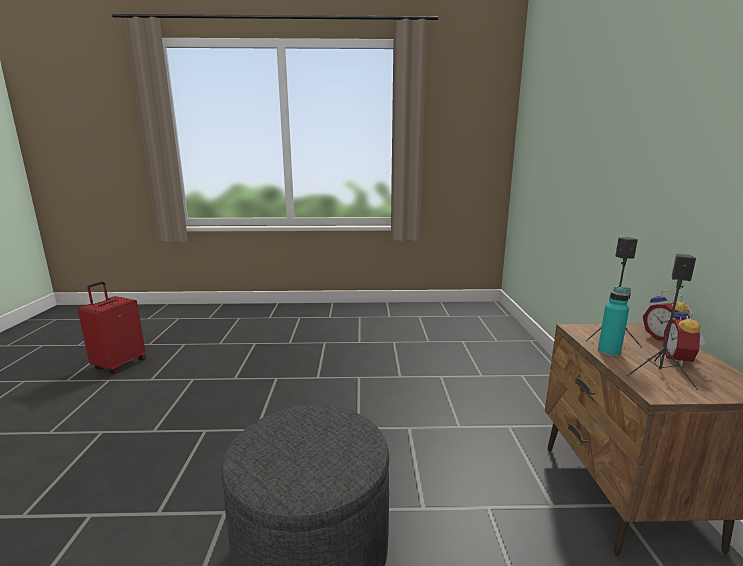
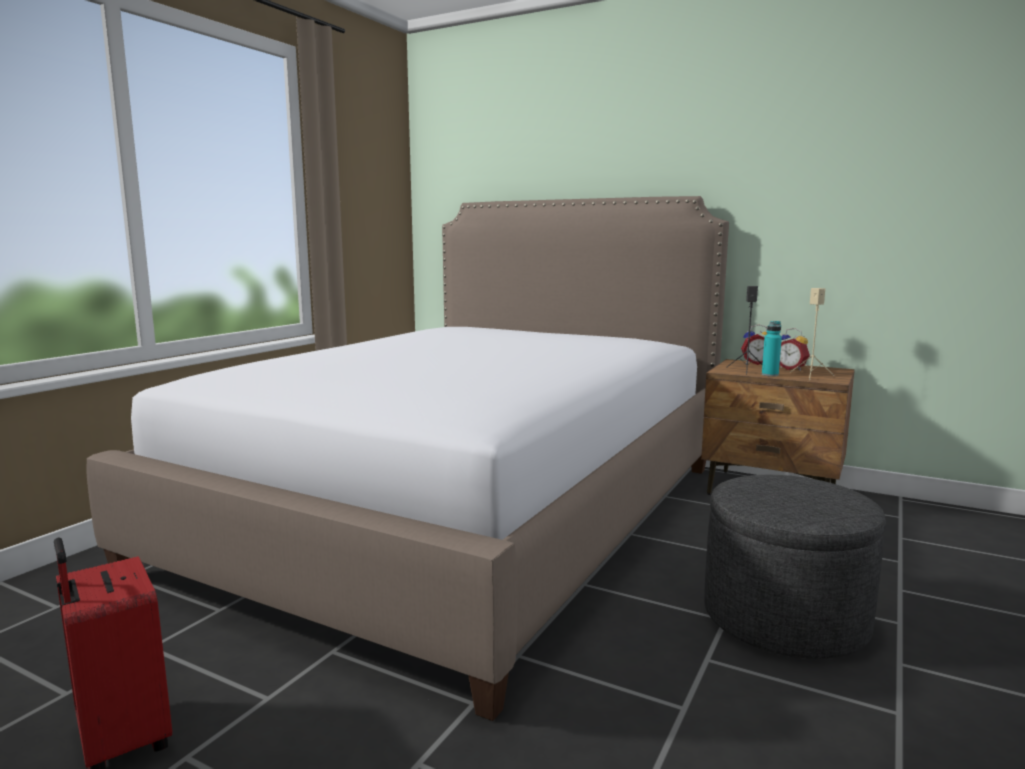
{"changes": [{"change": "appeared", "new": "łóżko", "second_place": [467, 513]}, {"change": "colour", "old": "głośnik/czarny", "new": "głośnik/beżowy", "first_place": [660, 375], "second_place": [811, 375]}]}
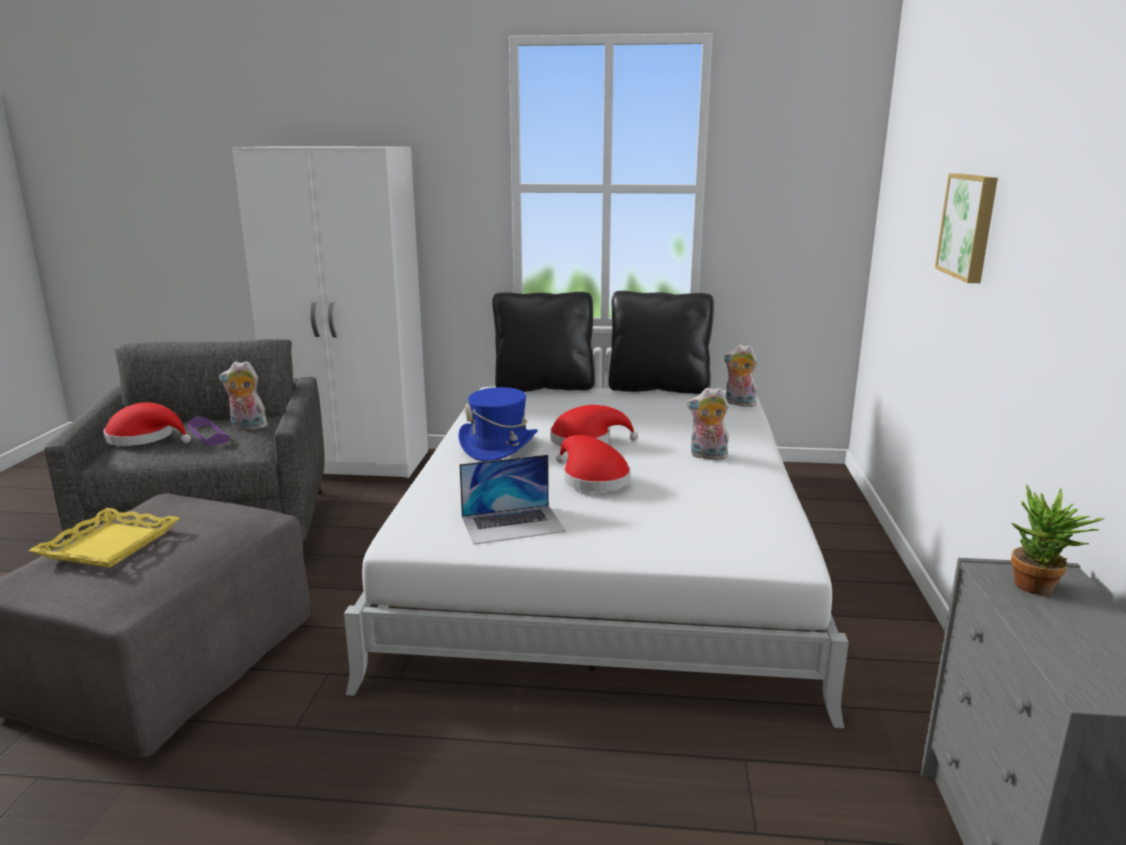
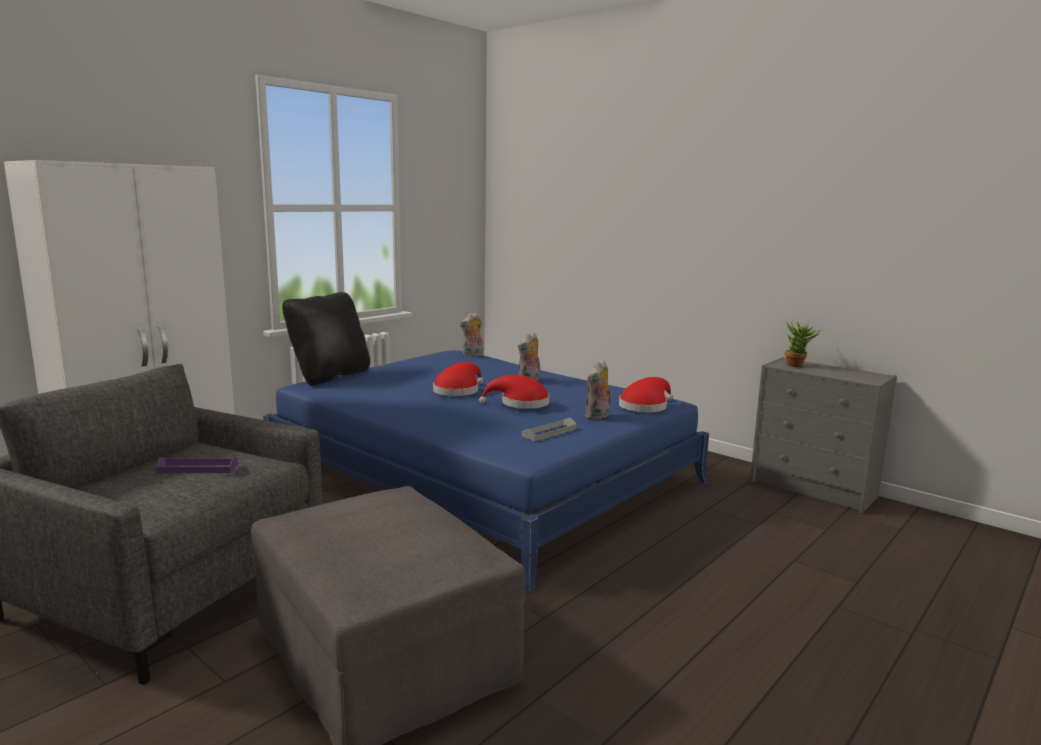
{"changes": [{"change": "missing", "old": "taca/żółty", "first_place": [109, 545]}, {"change": "missing", "old": "kapelusz/niebieski", "first_place": [498, 446]}, {"change": "missing", "old": "poduszka/czarny", "first_place": [658, 388]}, {"change": "missing", "old": "obraz", "first_place": [970, 226]}, {"change": "relocated", "old": "kapelusz/czerwony", "first_place": [145, 438], "second_place": [645, 406]}, {"change": "relocated", "old": "pluszak", "first_place": [247, 427], "second_place": [598, 417]}, {"change": "exchanged", "old": "laptop", "new": "taca/szary", "first_place": [513, 524], "second_place": [549, 432]}, {"change": "colour", "old": "łóżko/biały", "new": "łóżko/niebieski", "first_place": [604, 555], "second_place": [481, 473]}]}
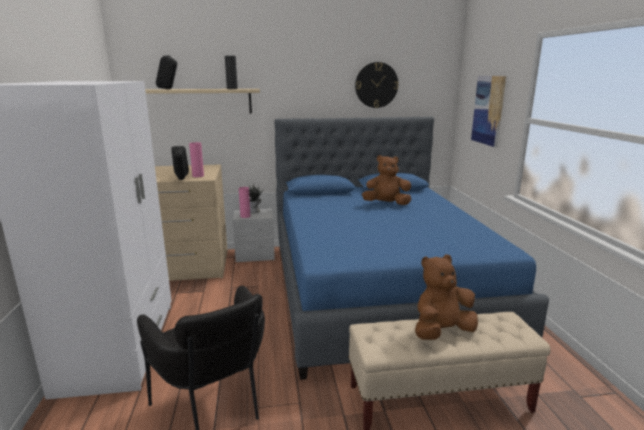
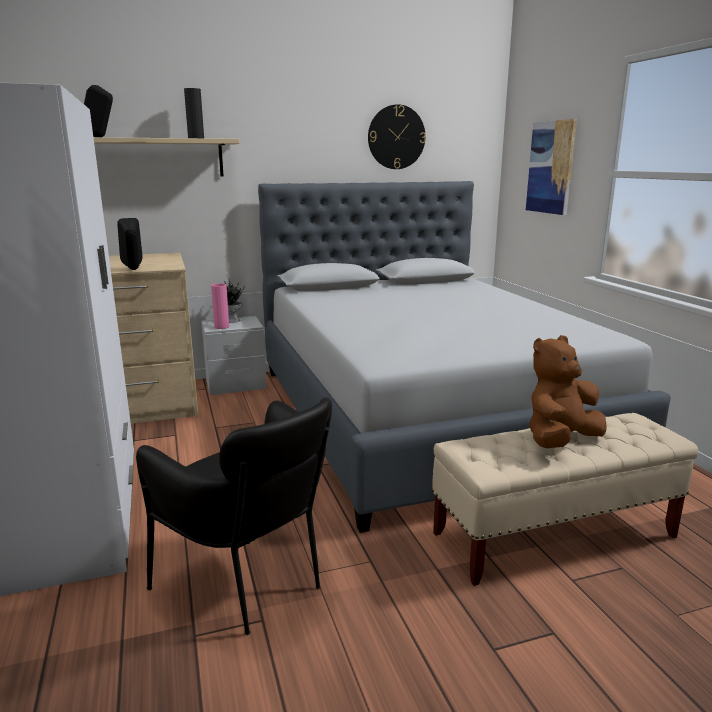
{"changes": [{"change": "missing", "old": "wazon/różowy", "first_place": [198, 176]}, {"change": "missing", "old": "pluszak/brązowy", "first_place": [386, 204]}, {"change": "colour", "old": "łóżko/niebieski", "new": "łóżko/szary", "first_place": [378, 290], "second_place": [425, 415]}]}
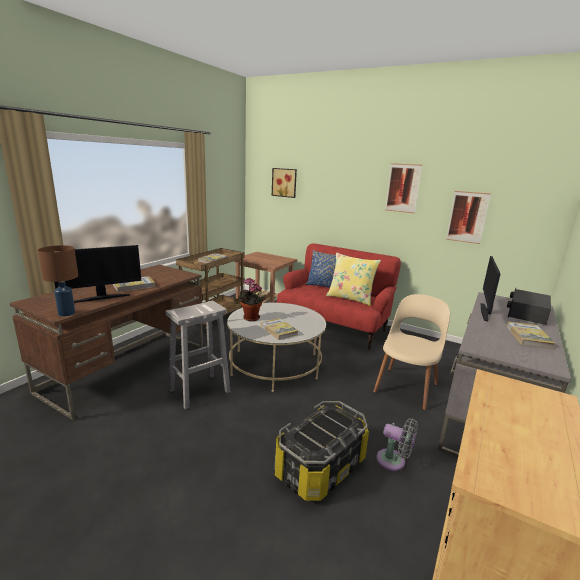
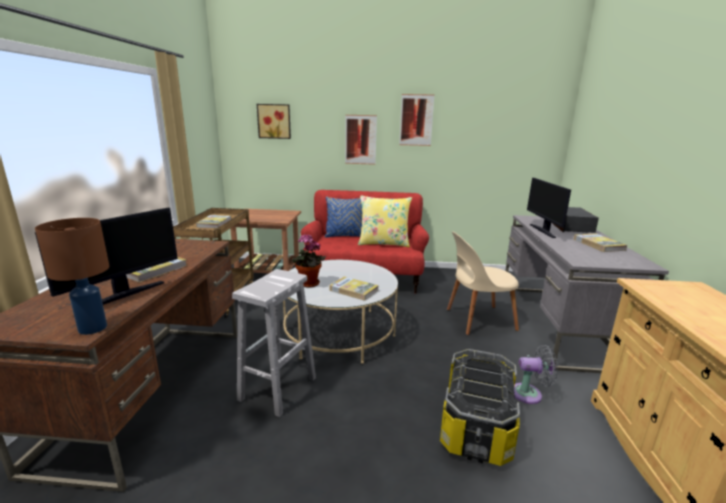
{"changes": [{"change": "relocated", "old": "obraz", "first_place": [467, 217], "second_place": [360, 139]}, {"change": "spun", "old": "krzesło/beżowy", "first_place": [407, 386], "second_place": [477, 320], "degrees": -105}]}
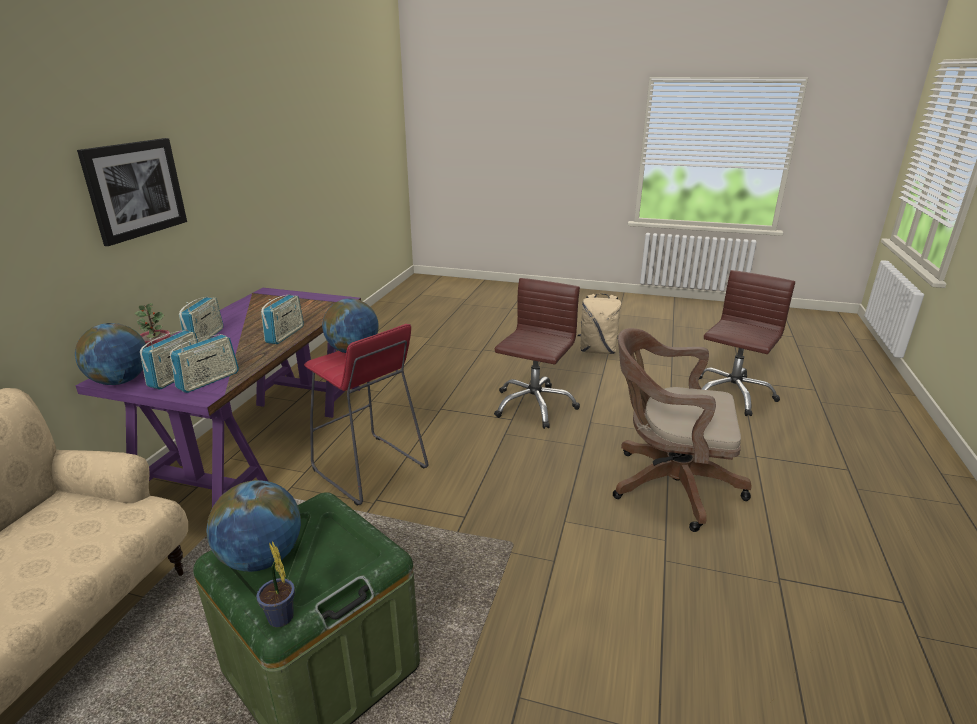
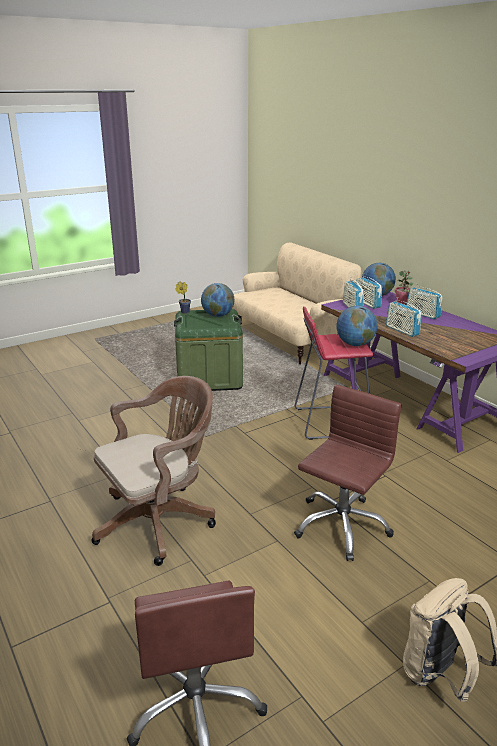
{"changes": [{"change": "missing", "old": "obraz", "first_place": [135, 189]}, {"change": "spun", "old": "krzesło biurowe/brązowy", "first_place": [533, 405], "second_place": [341, 525], "degrees": -120}]}
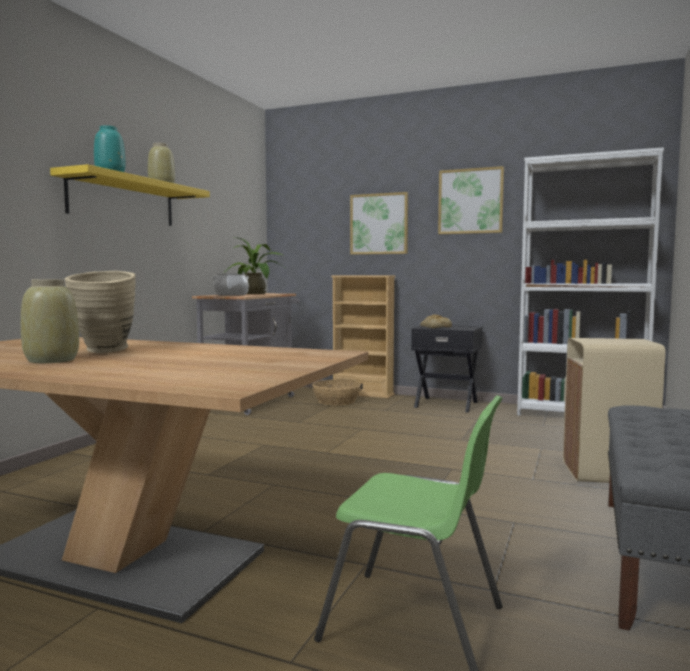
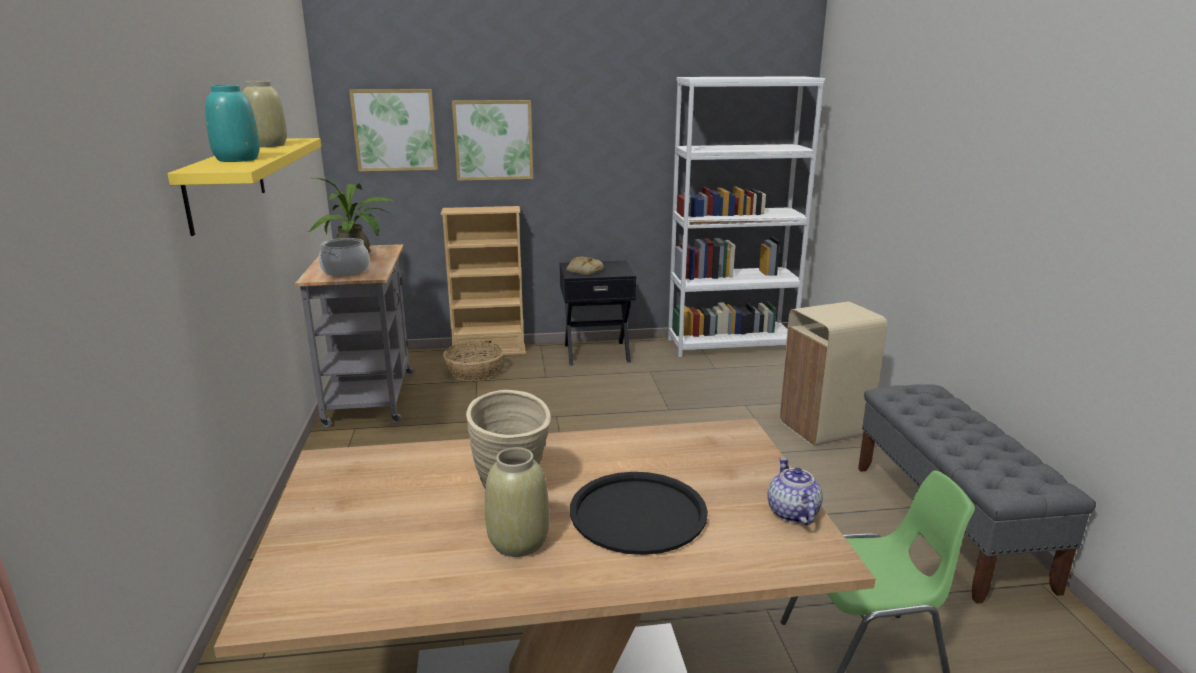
{"changes": [{"change": "appeared", "new": "taca/czarny", "second_place": [638, 513]}, {"change": "appeared", "new": "imbryk", "second_place": [792, 513]}, {"change": "relocated", "old": "obraz", "first_place": [470, 201], "second_place": [395, 130]}]}
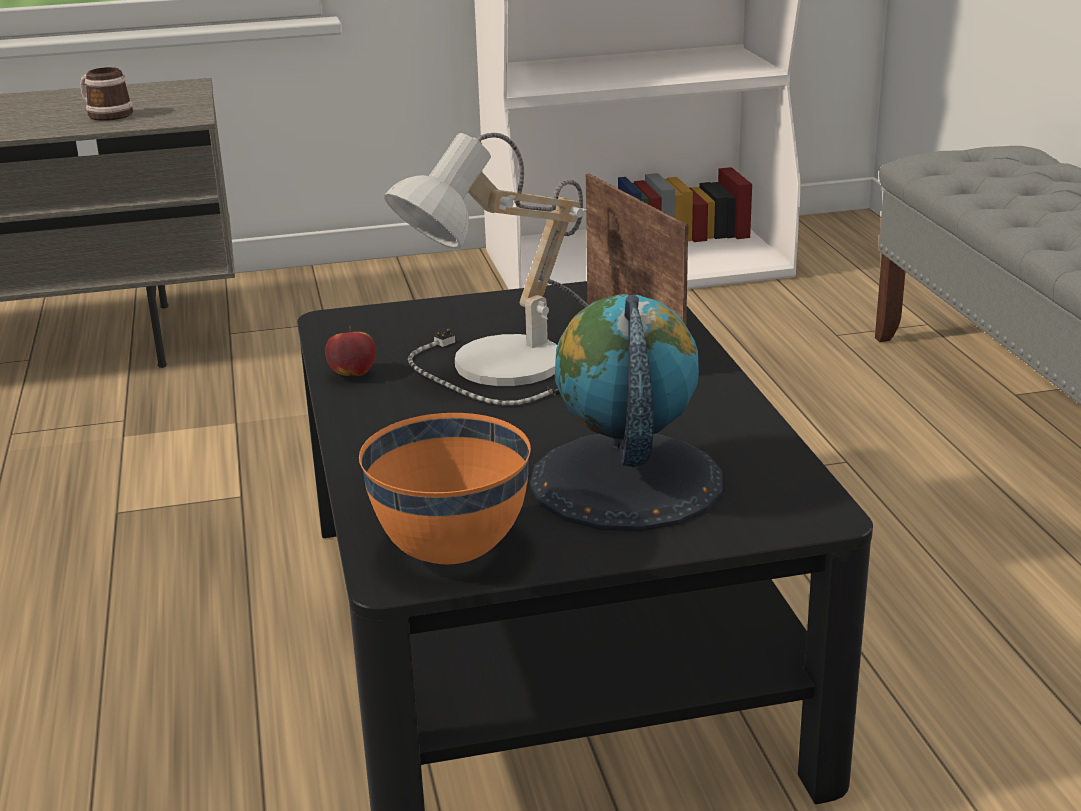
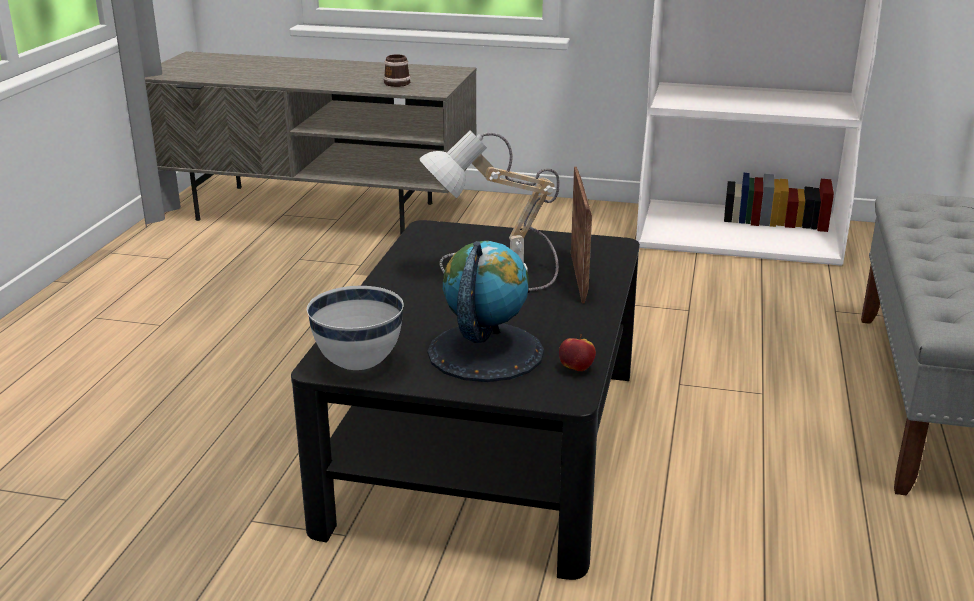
{"changes": [{"change": "relocated", "old": "jabłko", "first_place": [352, 374], "second_place": [576, 369]}, {"change": "colour", "old": "miska/pomarańczowy", "new": "miska/biały", "first_place": [452, 553], "second_place": [358, 365]}]}
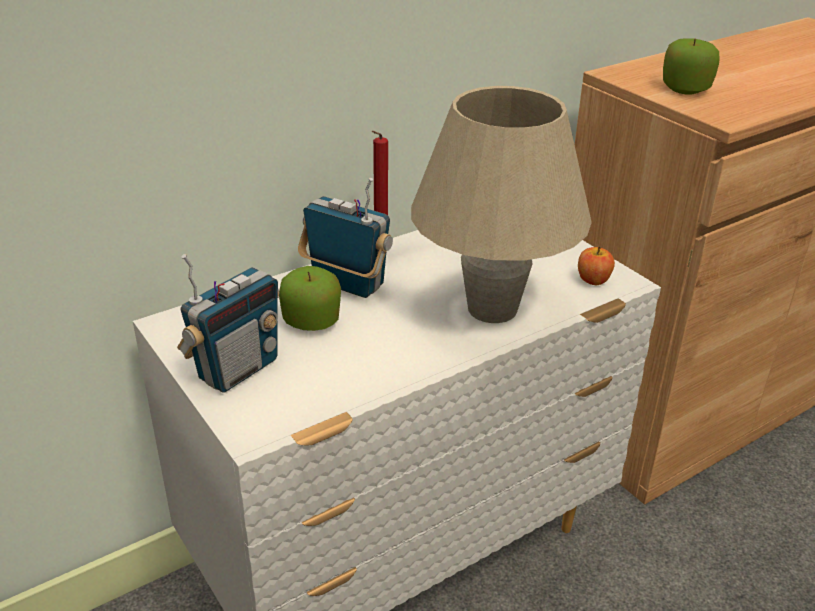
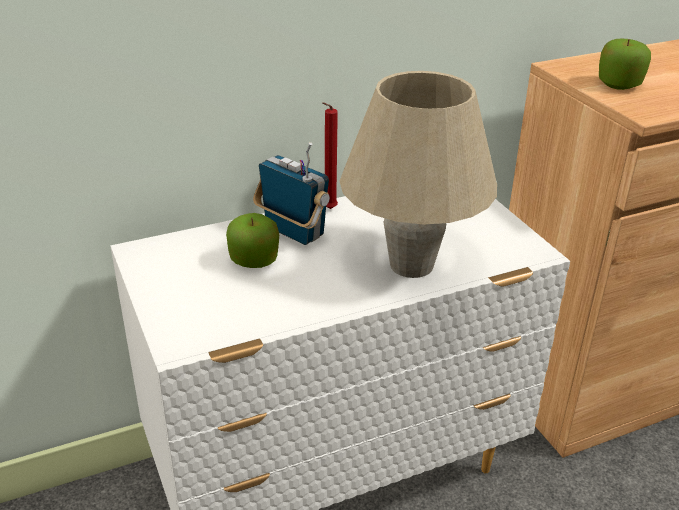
{"changes": [{"change": "missing", "old": "radio", "first_place": [237, 369]}, {"change": "missing", "old": "jabłko", "first_place": [593, 280]}]}
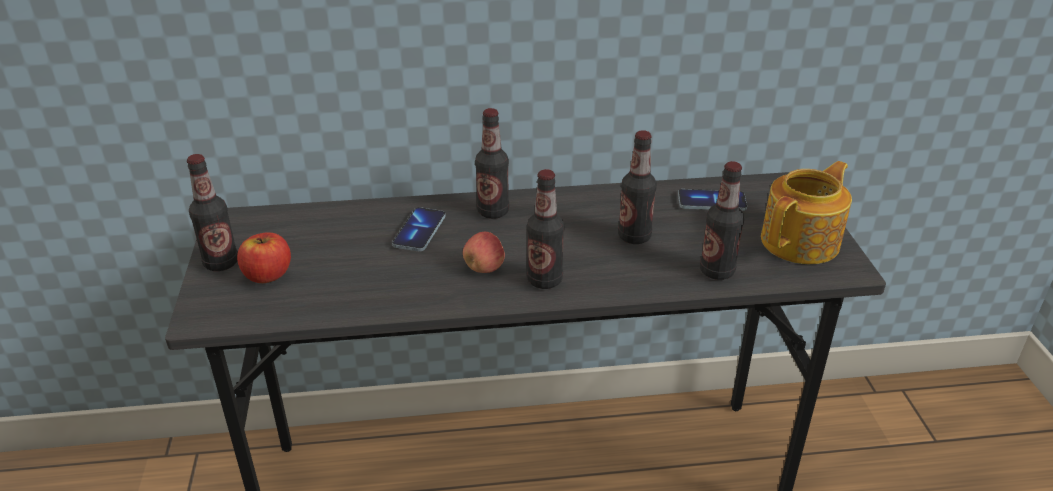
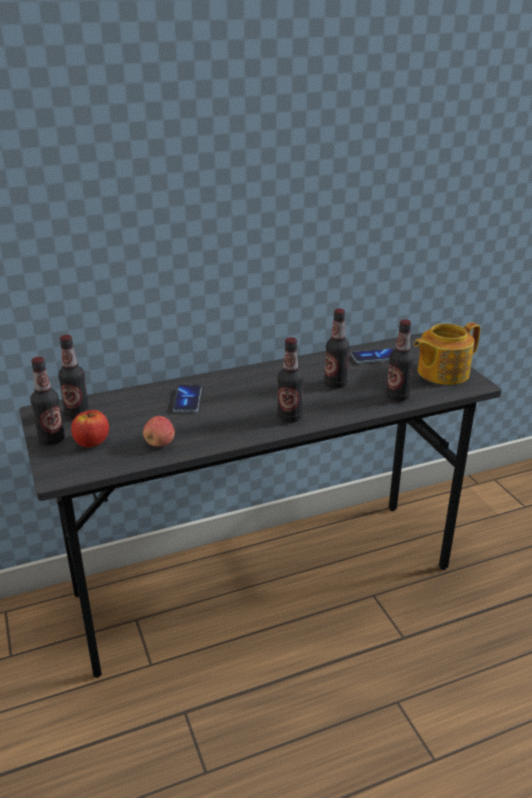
{"changes": [{"change": "relocated", "old": "jabłko", "first_place": [484, 268], "second_place": [160, 443]}, {"change": "relocated", "old": "butelka", "first_place": [493, 212], "second_place": [77, 414]}, {"change": "spun", "old": "imbryk", "first_place": [802, 241], "second_place": [441, 372], "degrees": -150}]}
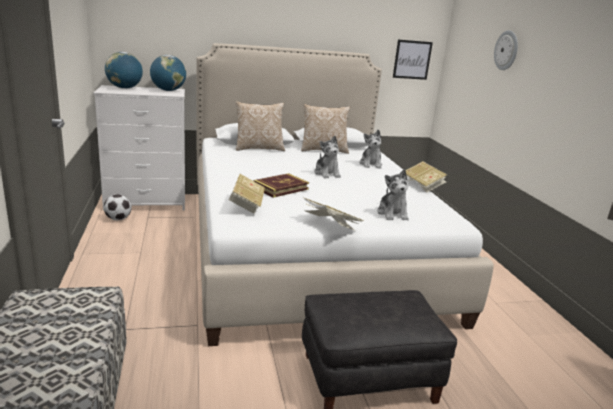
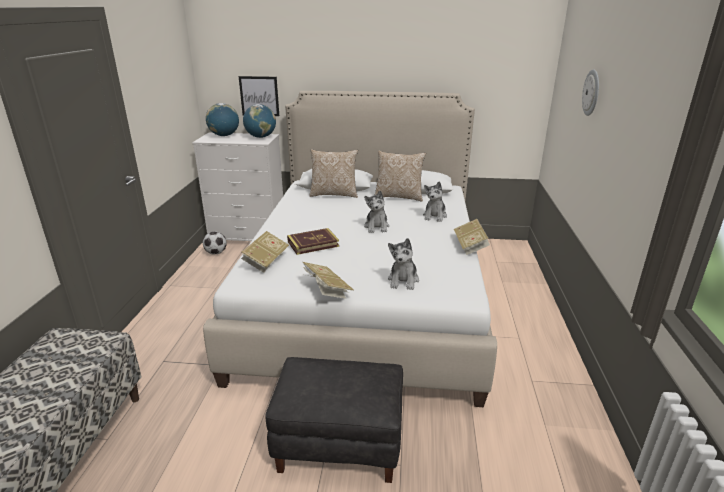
{"changes": [{"change": "relocated", "old": "obraz", "first_place": [412, 59], "second_place": [259, 96]}]}
